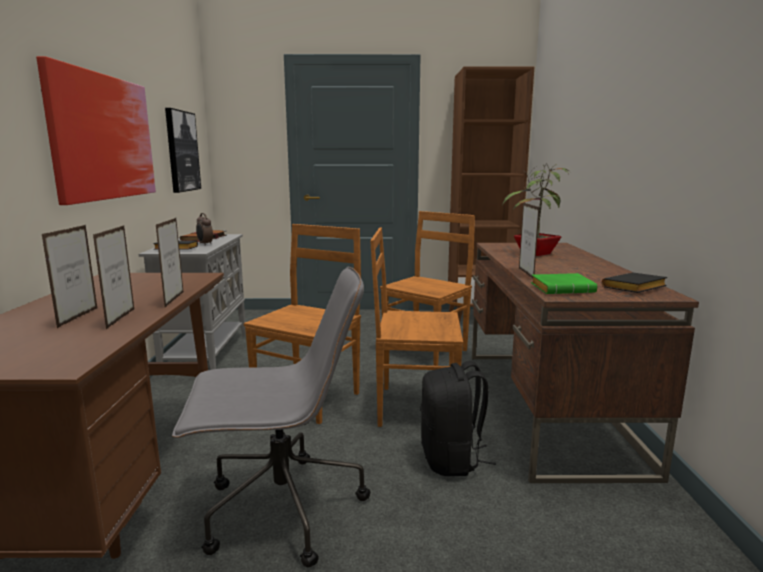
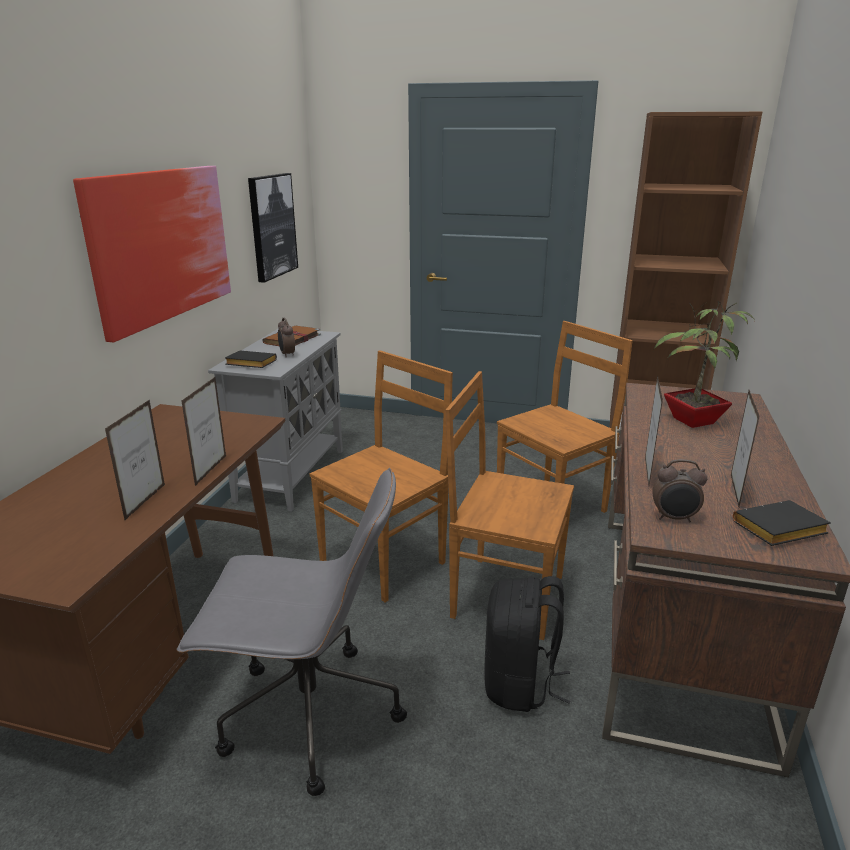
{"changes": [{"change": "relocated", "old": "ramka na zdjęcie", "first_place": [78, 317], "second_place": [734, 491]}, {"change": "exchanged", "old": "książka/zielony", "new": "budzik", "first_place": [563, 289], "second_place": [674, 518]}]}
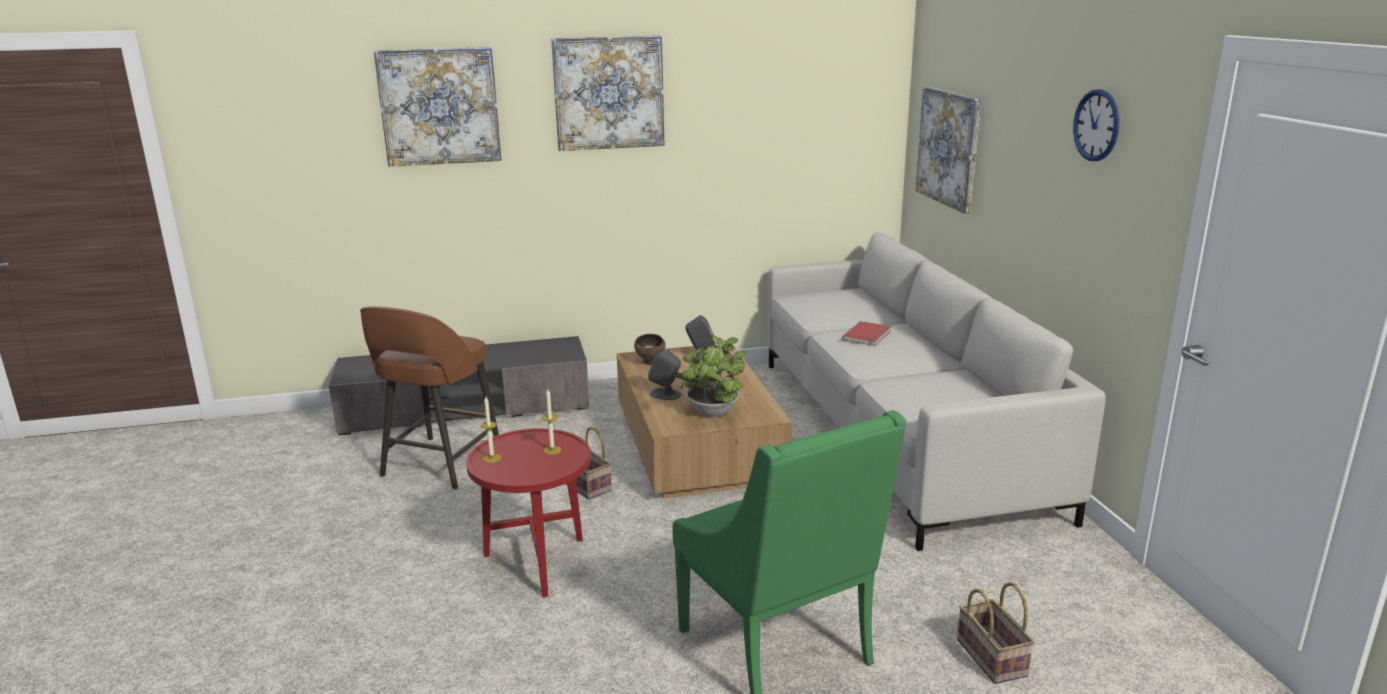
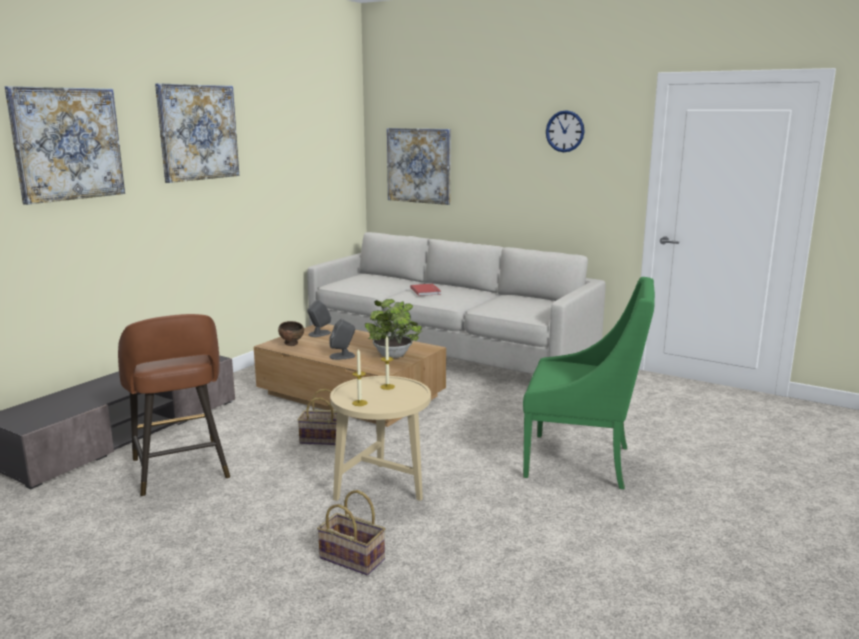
{"changes": [{"change": "relocated", "old": "koszyk", "first_place": [993, 658], "second_place": [354, 558]}, {"change": "colour", "old": "stolik/czerwony", "new": "stolik/beżowy", "first_place": [538, 565], "second_place": [382, 488]}]}
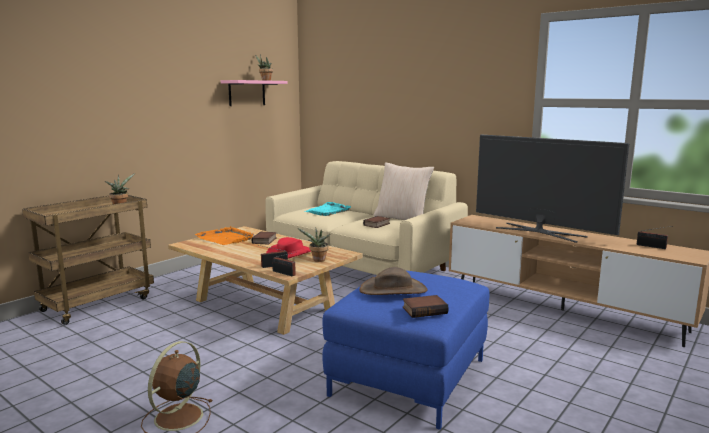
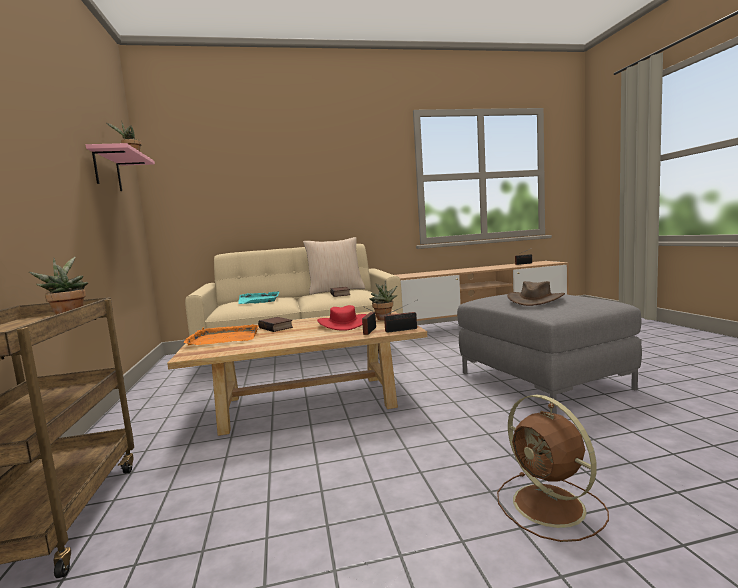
{"changes": [{"change": "missing", "old": "książka", "first_place": [425, 310]}, {"change": "missing", "old": "telewizor", "first_place": [540, 232]}, {"change": "colour", "old": "pufa/niebieski", "new": "pufa/szary", "first_place": [409, 377], "second_place": [543, 381]}]}
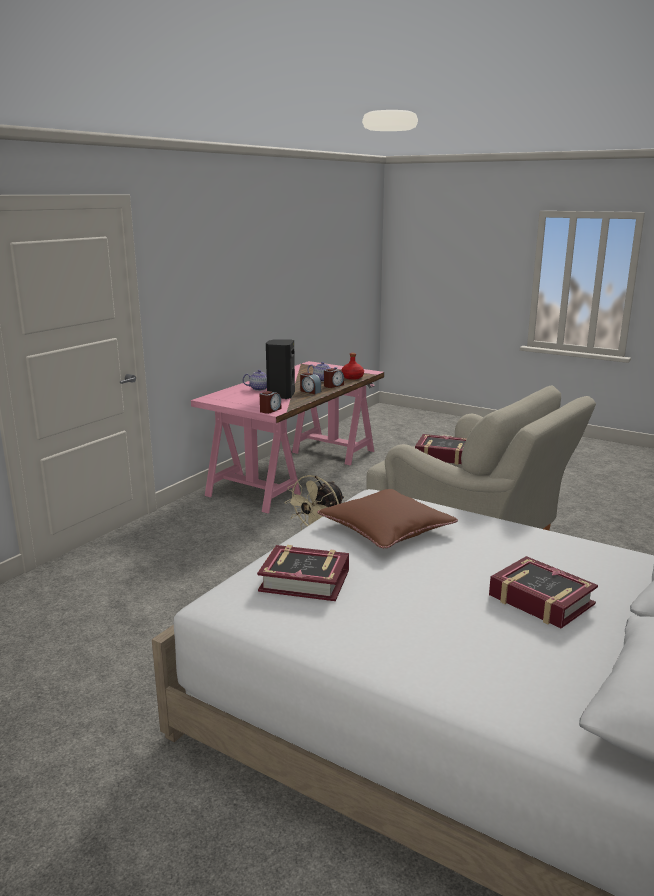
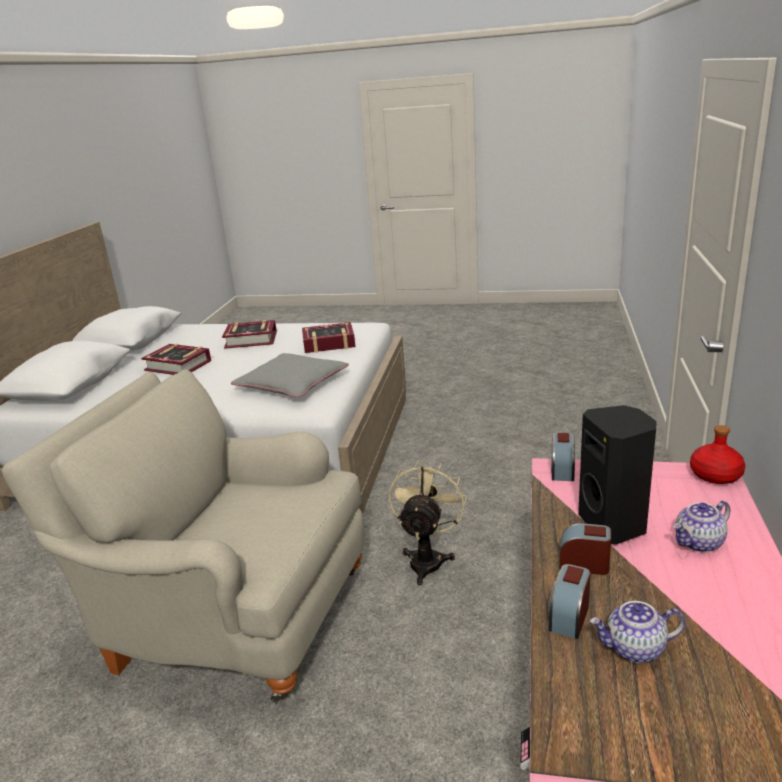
{"changes": [{"change": "relocated", "old": "butelka/czerwony", "first_place": [352, 377], "second_place": [716, 475]}, {"change": "relocated", "old": "książka", "first_place": [443, 455], "second_place": [251, 340]}, {"change": "colour", "old": "poduszka/brązowy", "new": "poduszka/szary", "first_place": [386, 527], "second_place": [292, 383]}]}
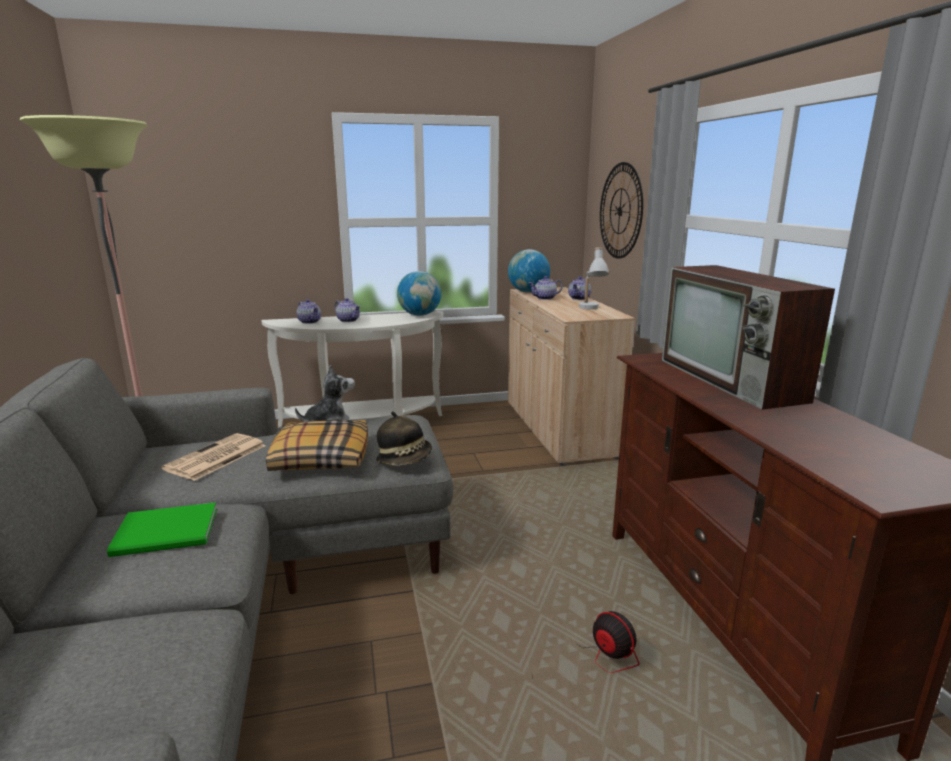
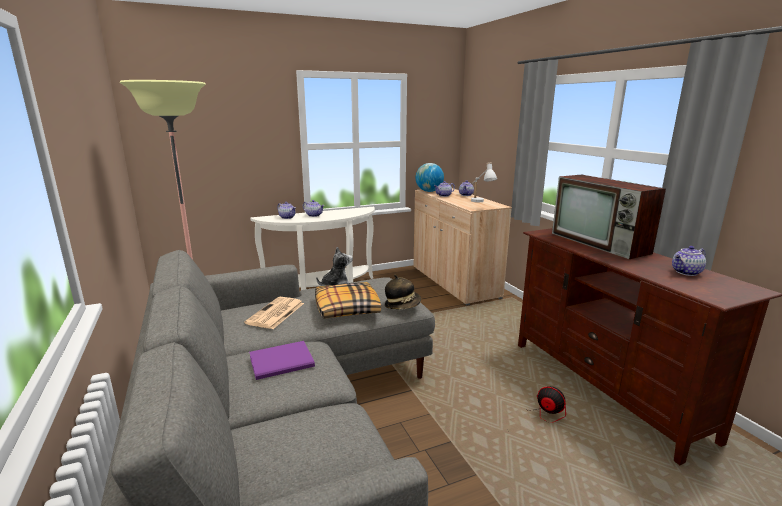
{"changes": [{"change": "missing", "old": "globus", "first_place": [420, 315]}, {"change": "missing", "old": "zegar ścienny", "first_place": [620, 211]}, {"change": "appeared", "new": "imbryk", "second_place": [686, 272]}, {"change": "colour", "old": "książka/zielony", "new": "książka/fioletowy", "first_place": [168, 533], "second_place": [284, 362]}]}
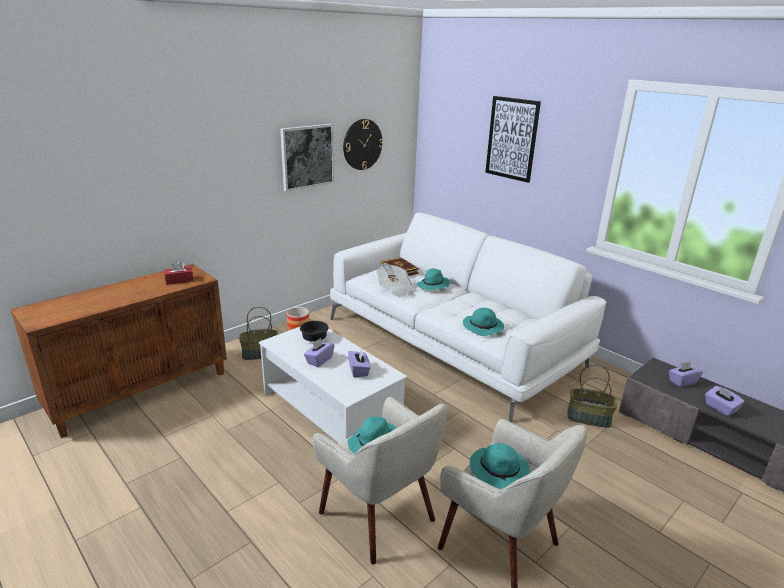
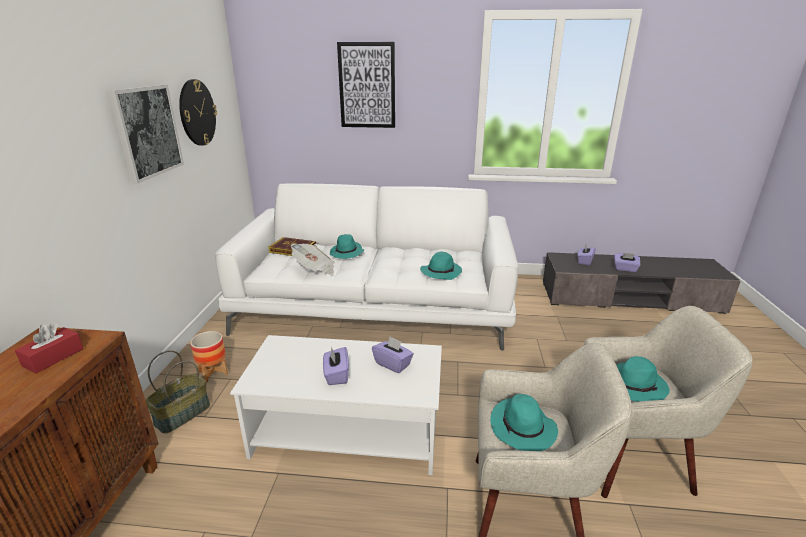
{"changes": [{"change": "missing", "old": "miska/czarny", "first_place": [315, 339]}, {"change": "missing", "old": "koszyk", "first_place": [589, 418]}]}
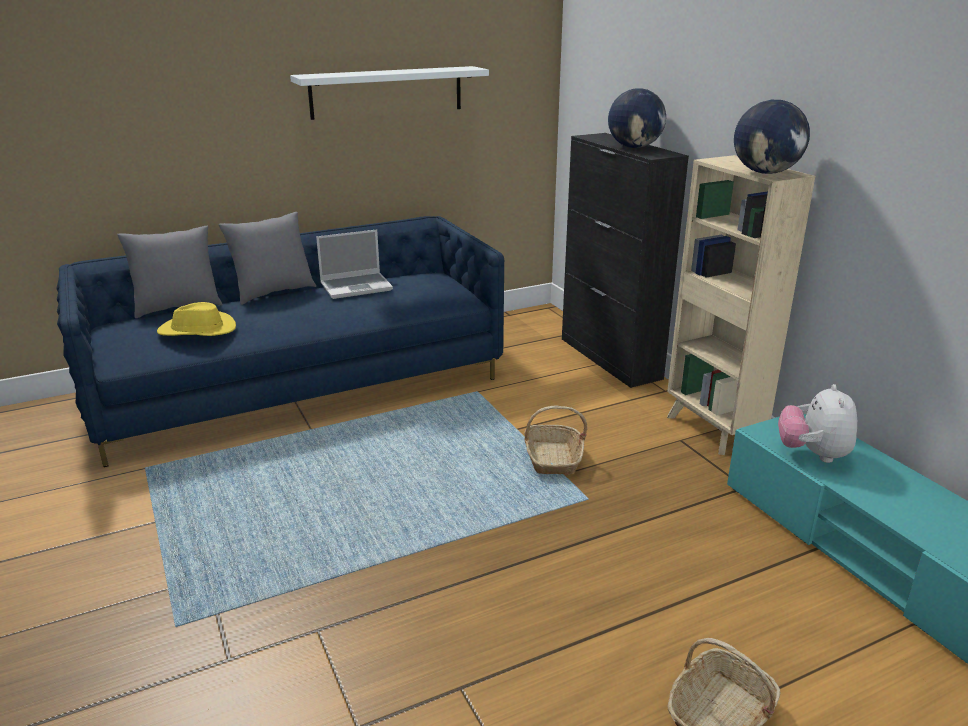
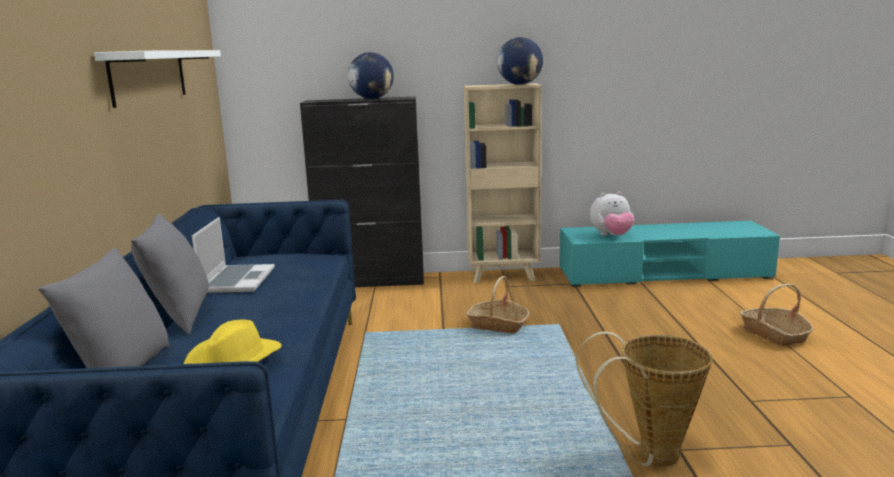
{"changes": [{"change": "appeared", "new": "koszyk", "second_place": [649, 456]}, {"change": "spun", "old": "pluszak", "first_place": [813, 454], "second_place": [611, 236], "degrees": -45}]}
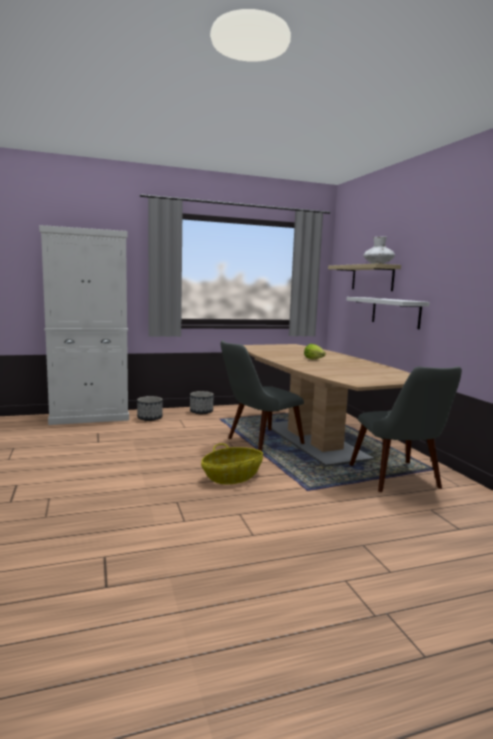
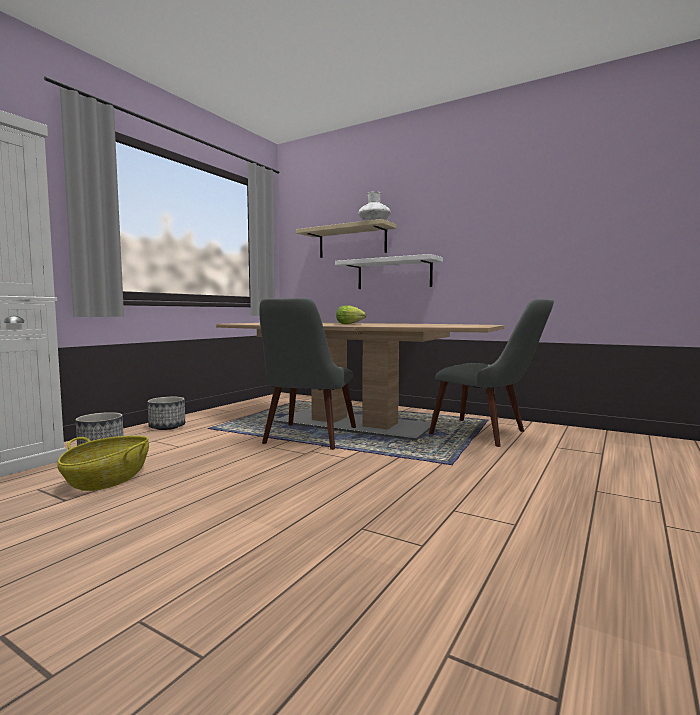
{"changes": [{"change": "relocated", "old": "koszyk", "first_place": [232, 477], "second_place": [108, 479]}]}
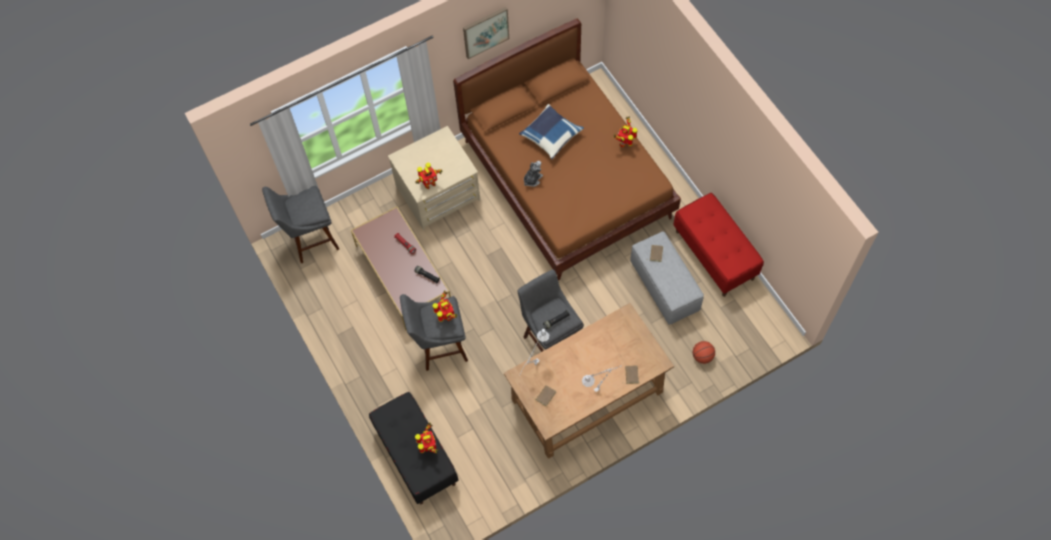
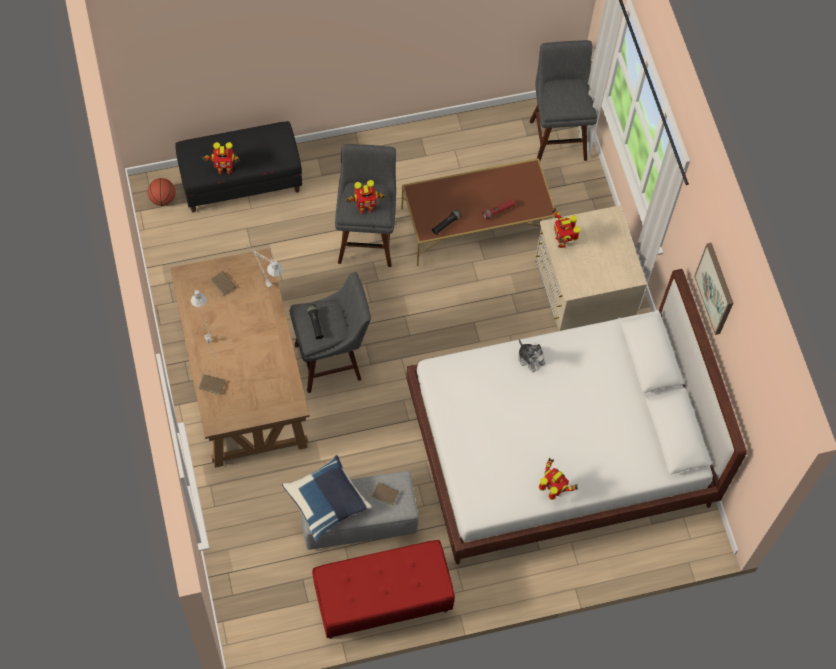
{"changes": [{"change": "relocated", "old": "poduszka/niebieski", "first_place": [550, 136], "second_place": [327, 502]}, {"change": "relocated", "old": "piłka do koszykówki", "first_place": [702, 356], "second_place": [162, 199]}, {"change": "colour", "old": "łóżko/brązowy", "new": "łóżko/biały", "first_place": [567, 179], "second_place": [559, 450]}]}
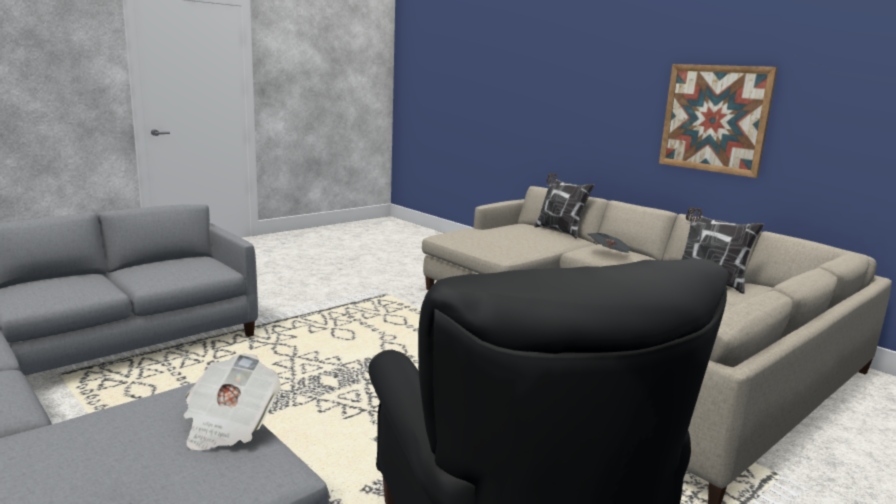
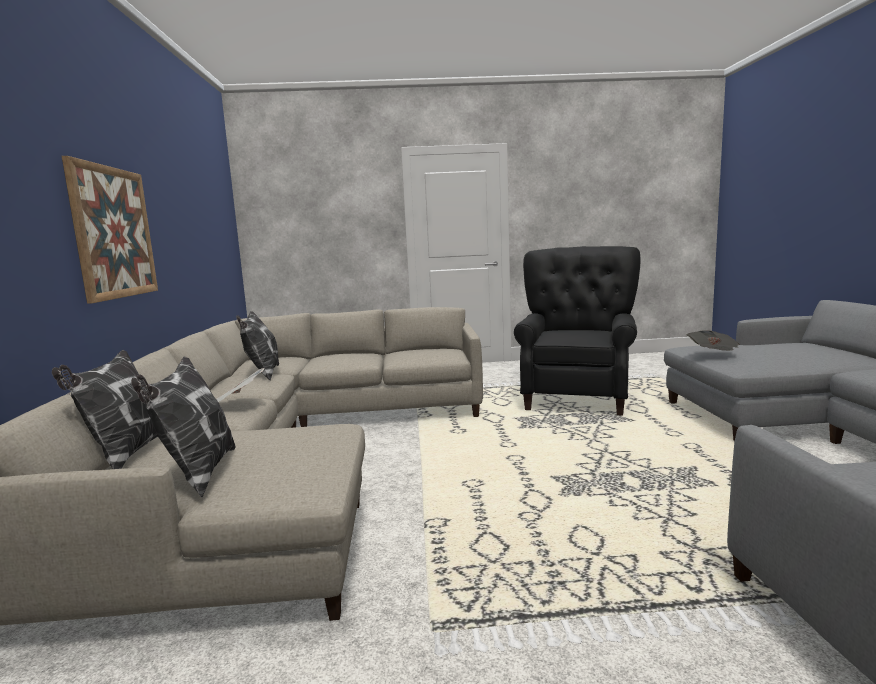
{"changes": [{"change": "appeared", "new": "poduszka", "second_place": [198, 474]}]}
